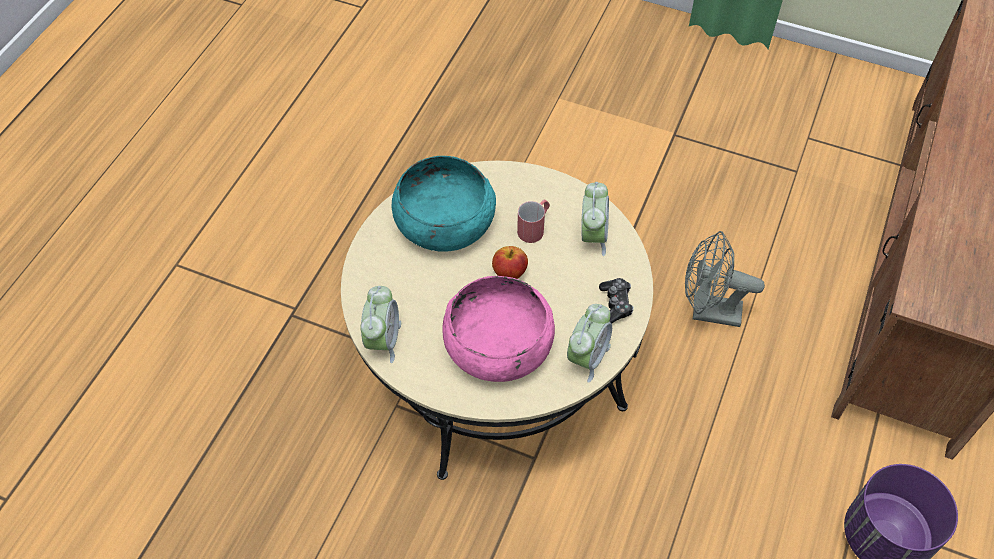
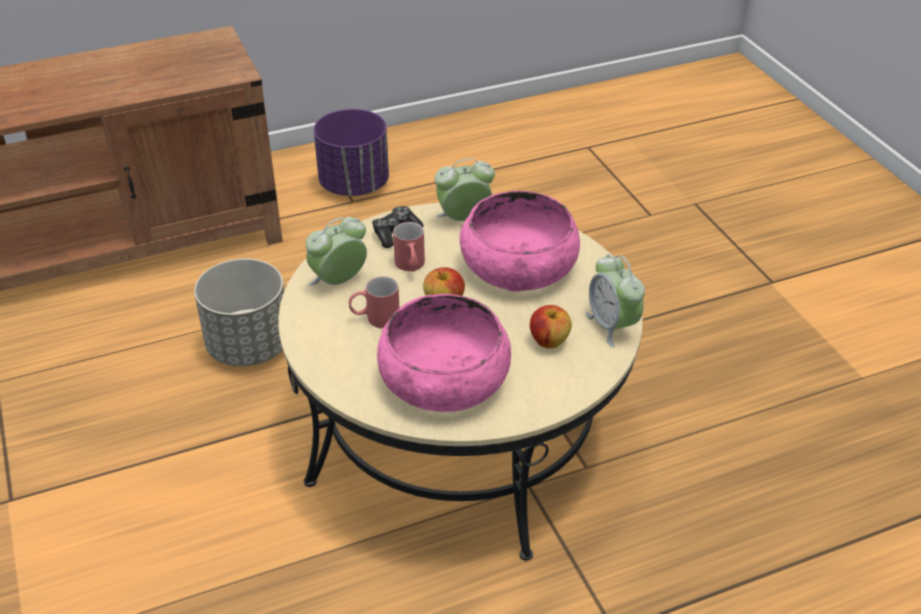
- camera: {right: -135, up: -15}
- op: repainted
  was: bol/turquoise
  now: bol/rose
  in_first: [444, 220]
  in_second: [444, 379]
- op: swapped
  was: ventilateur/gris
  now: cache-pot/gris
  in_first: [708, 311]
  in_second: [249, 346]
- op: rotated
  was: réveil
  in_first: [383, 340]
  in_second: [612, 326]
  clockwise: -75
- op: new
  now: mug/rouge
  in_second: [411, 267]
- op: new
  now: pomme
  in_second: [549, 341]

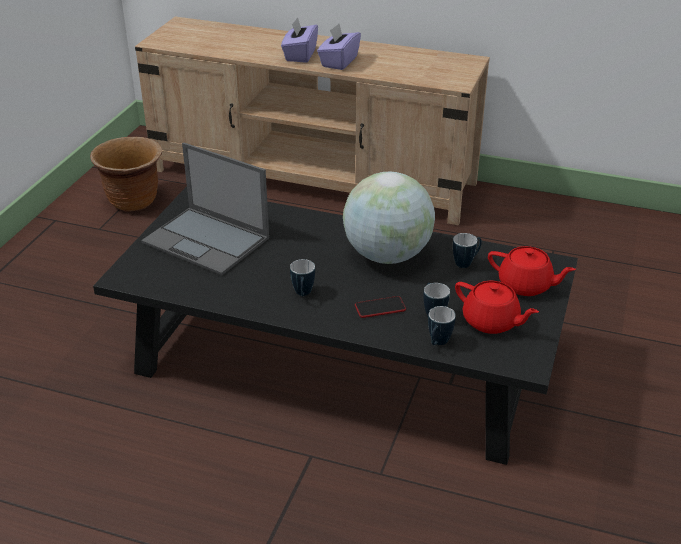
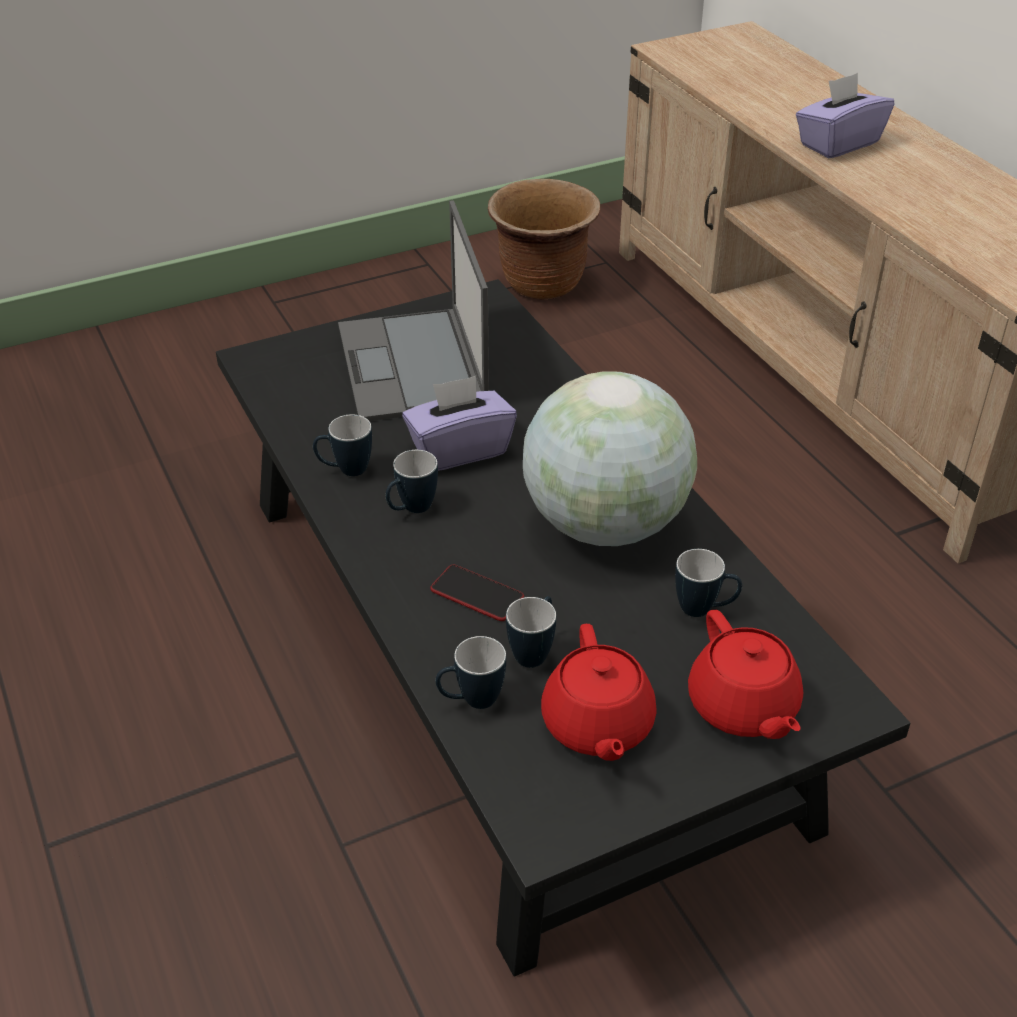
- camera: {right: 45, up: 5}
- op: shifted
  was: boîte à mouchoirs/violet
  in_first: [338, 62]
  in_second: [459, 449]
- op: new
  now: mug
  in_second: [345, 470]

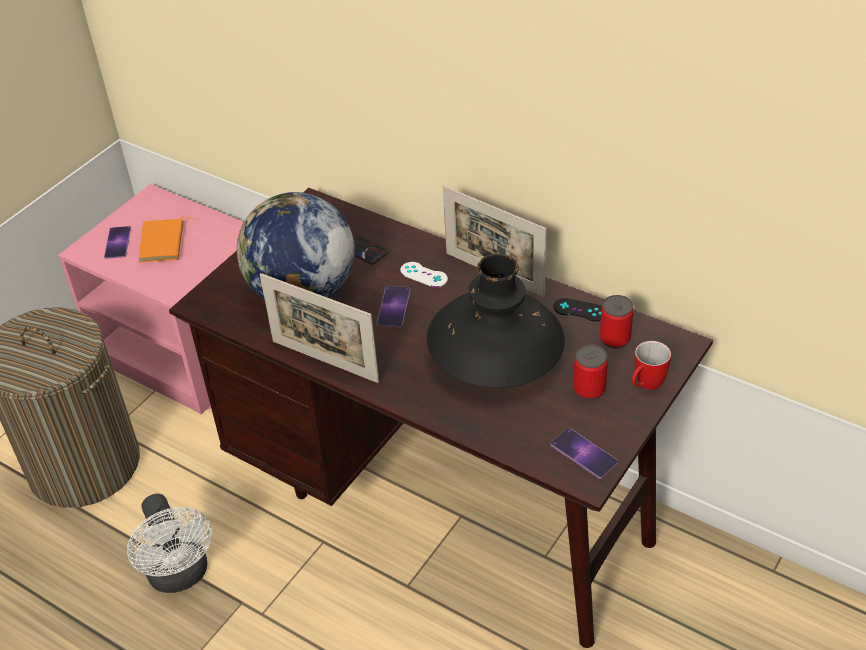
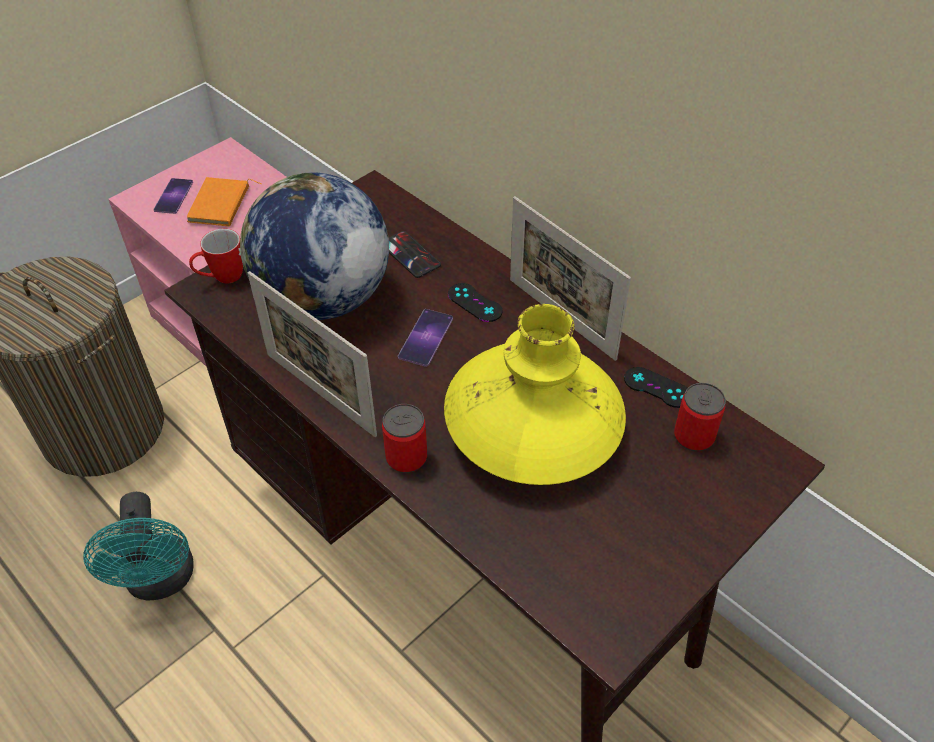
- camera: {right: 10, up: 5}
- op: repainted
  was: vase/noir
  now: vase/jaune
  in_first: [496, 356]
  in_second: [533, 431]
- op: repainted
  was: manette/blanc
  now: manette/noir
  in_first: [424, 275]
  in_second: [474, 303]
- op: shifted
  was: mug
  in_first: [645, 386]
  in_second: [221, 278]
- op: shifted
  was: boîte métallique
  in_first: [589, 389]
  in_second: [406, 458]
- op: gone
  was: téléphone
  in_first: [584, 453]
- op: repainted
  was: ventilateur/blanc
  now: ventilateur/turquoise
  in_first: [181, 576]
  in_second: [160, 581]

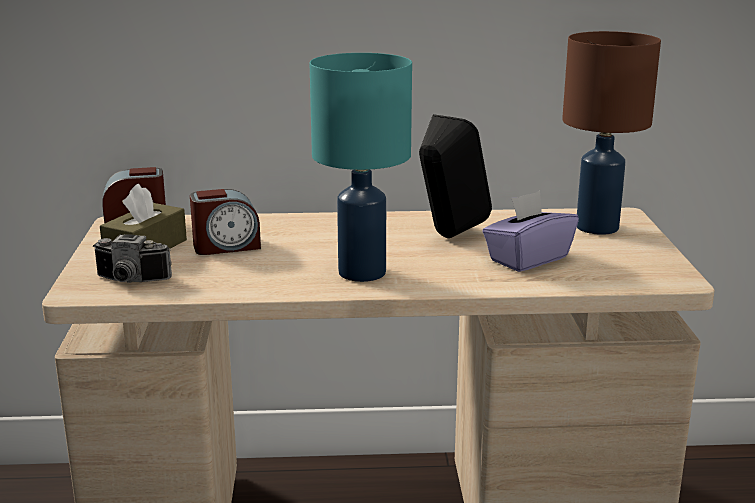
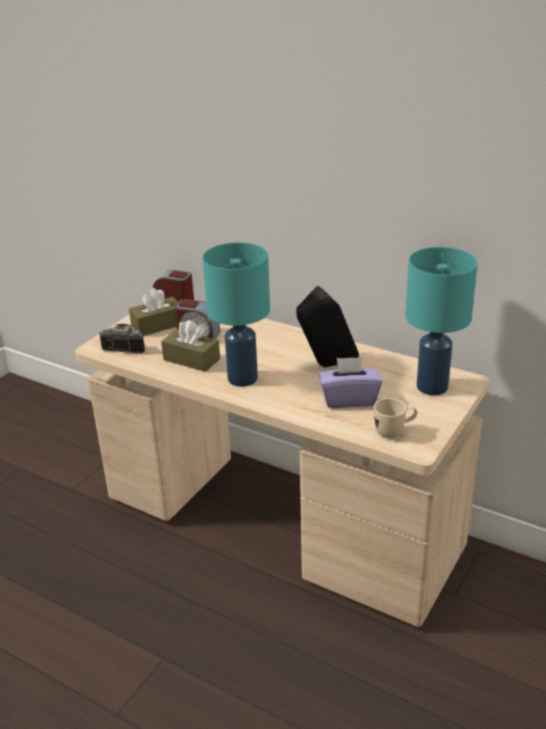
- camera: {right: 35, up: 10}
- op: repainted
  was: lampe de table/marron
  now: lampe de table/turquoise
  in_first: [595, 227]
  in_second: [431, 386]
- op: rotated
  was: appareil photo
  in_first: [130, 281]
  in_second: [126, 347]
  clockwise: 150
- op: new
  now: boîte à mouchoirs/marron
  in_second: [191, 359]
- op: new
  now: mug/beige
  in_second: [394, 432]

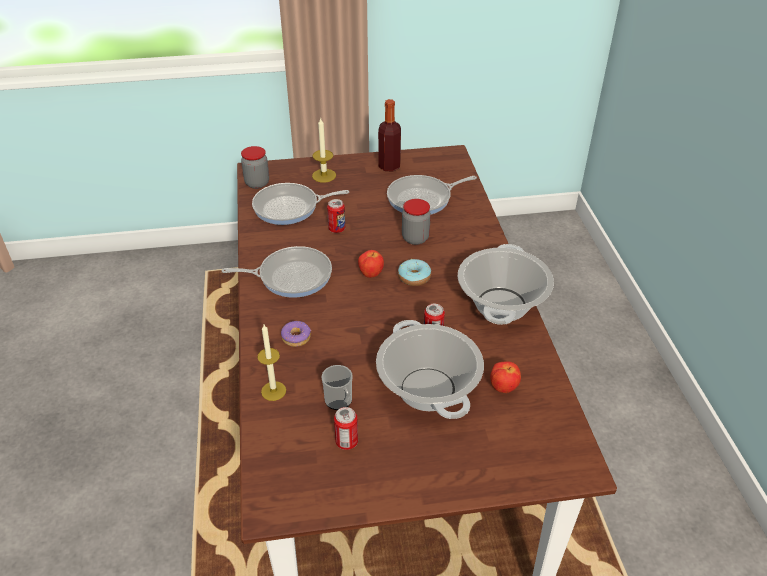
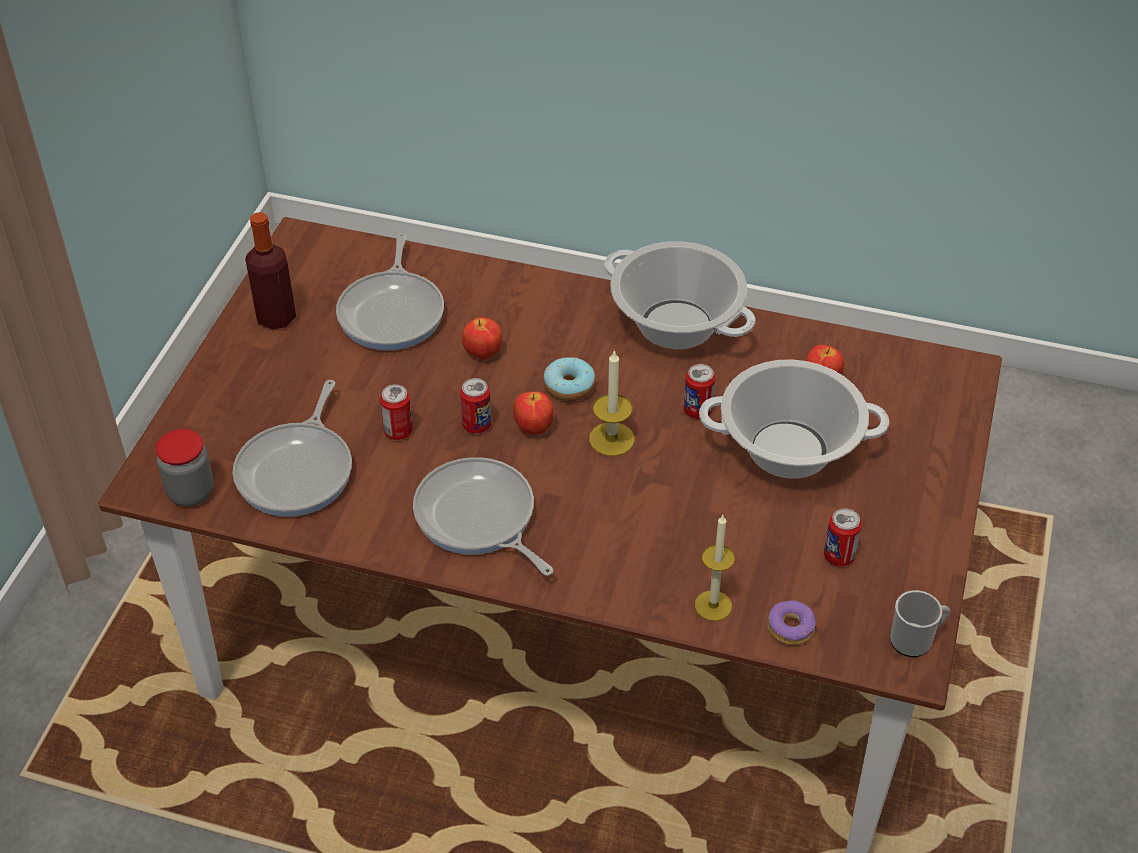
- camera: {right: -65, up: 5}
- op: shifted
  was: bougie
  in_first: [324, 175]
  in_second: [611, 439]
- op: swapped
  was: bocal
  now: pomme
  in_first: [415, 238]
  in_second: [482, 354]
- op: rotated
  was: poêle
  in_first: [291, 276]
  in_second: [478, 518]
  clockwise: -60
- op: shifted
  was: beignet
  in_first: [296, 337]
  in_second: [790, 628]
- op: shifted
  was: mug
  in_first: [340, 402]
  in_second: [915, 640]
- op: new
  now: boîte métallique
  in_second: [477, 425]

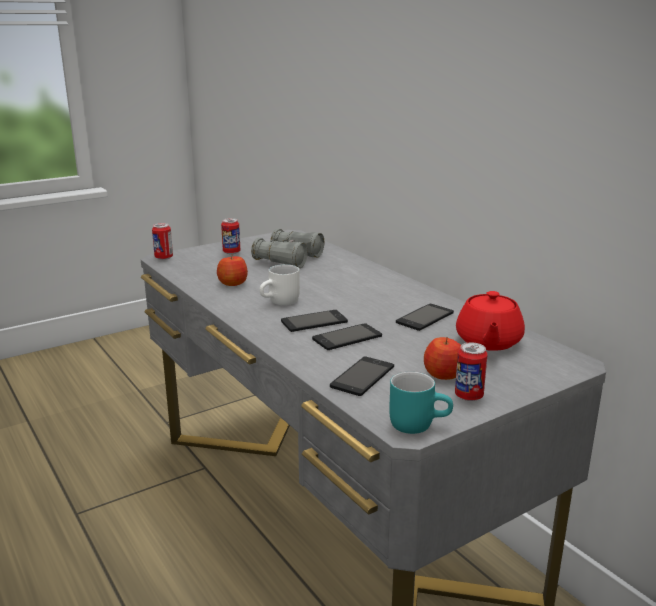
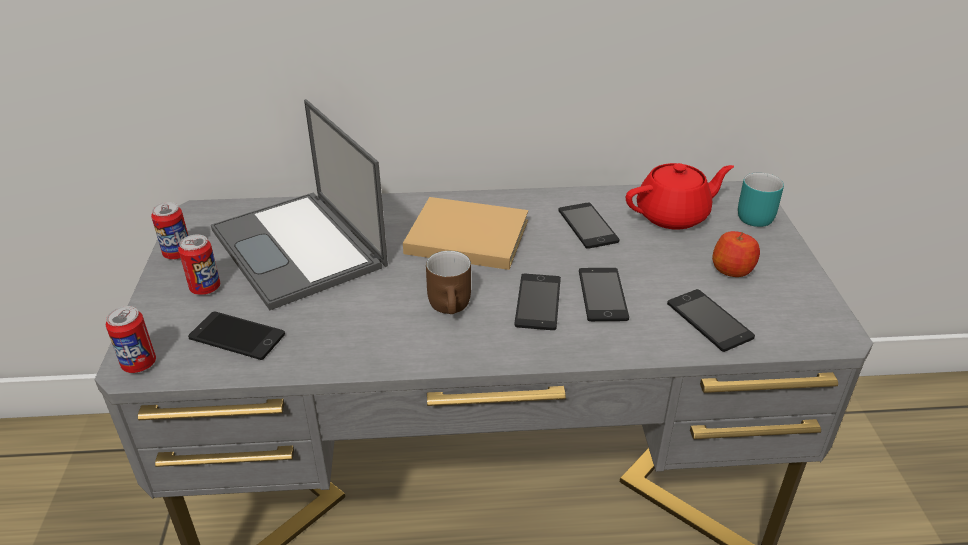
- camera: {right: -60, up: 15}
- op: swapped
  was: jumelles/gris
  now: ordinateur portable
  in_first: [289, 259]
  in_second: [299, 249]
- op: gone
  was: pomme
  in_first: [233, 283]
- op: repainted
  was: mug/blanc
  now: mug/marron
  in_first: [281, 302]
  in_second: [453, 306]
- op: rotated
  was: théière/rouge
  in_first: [488, 342]
  in_second: [673, 215]
  clockwise: -60
- op: shifted
  was: boîte métallique
  in_first: [468, 396]
  in_second: [177, 254]
- op: shifted
  was: mug/turquoise
  in_first: [418, 423]
  in_second: [755, 214]
- op: new
  now: livre/beige
  in_second: [463, 236]
- op: new
  now: téléphone
  in_second: [237, 336]

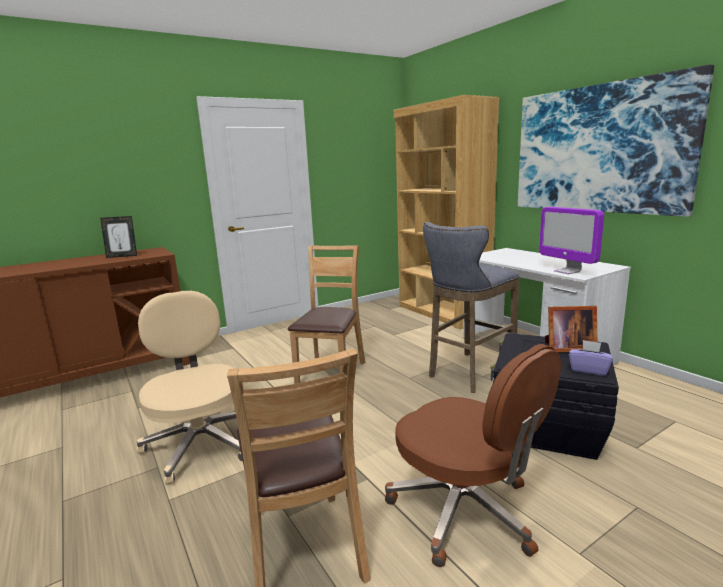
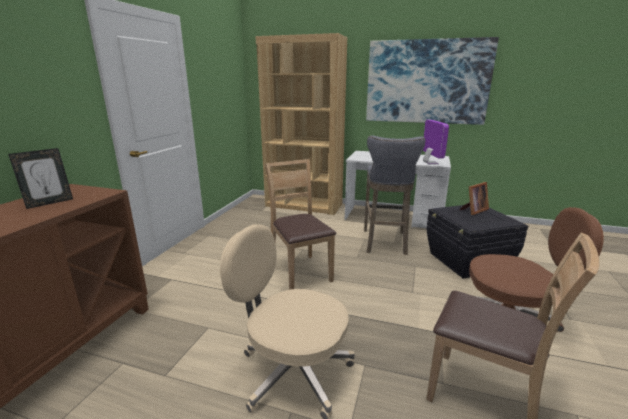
- camera: {right: -40, up: 5}
- op: rotated
  was: écran d'ordinateur
  in_first: [567, 271]
  in_second: [430, 163]
  clockwise: -120
- op: gone
  was: boîte à mouchoirs/violet
  in_first: [589, 370]

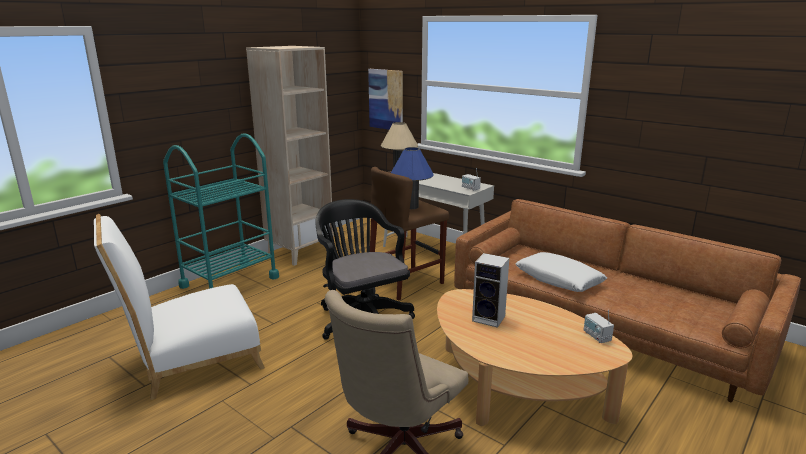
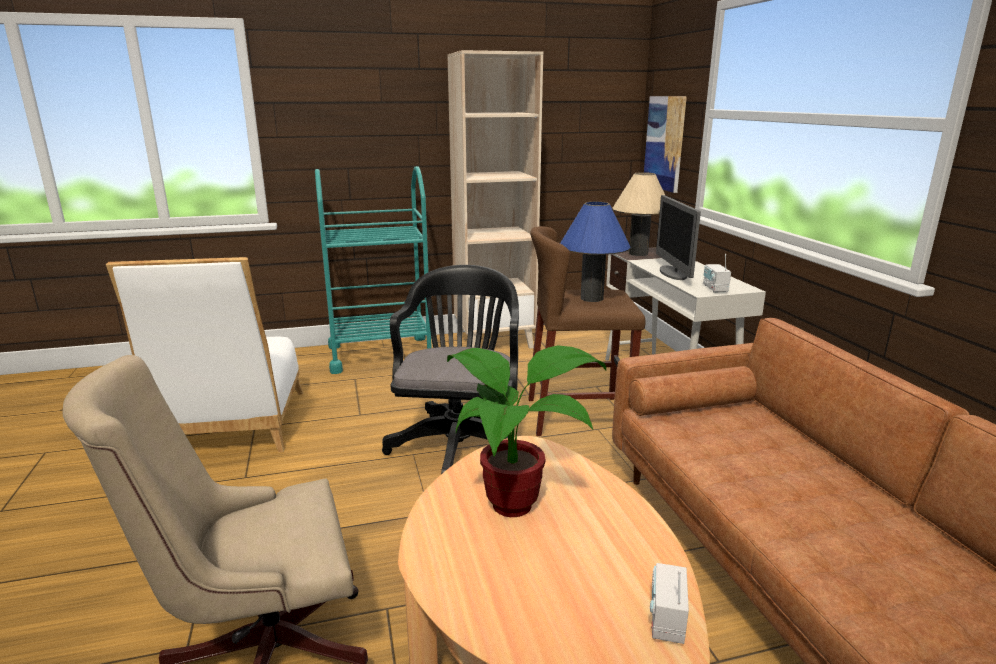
- camera: {right: 35, up: 0}
- op: rotated
  was: chaise/blanc
  in_first: [192, 361]
  in_second: [234, 428]
  clockwise: -105
- op: gone
  was: coussin/blanc
  in_first: [558, 280]
- op: swapped
  was: enceinte
  now: plante en pot
  in_first: [490, 318]
  in_second: [518, 501]
- op: new
  now: écran d'ordinateur
  in_second: [673, 273]

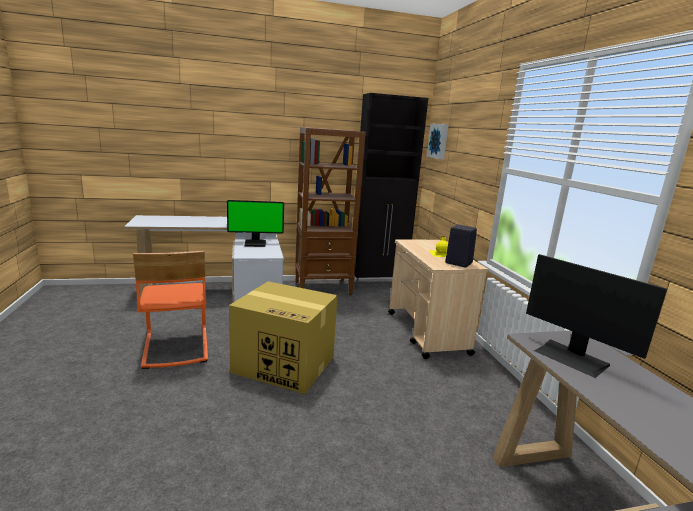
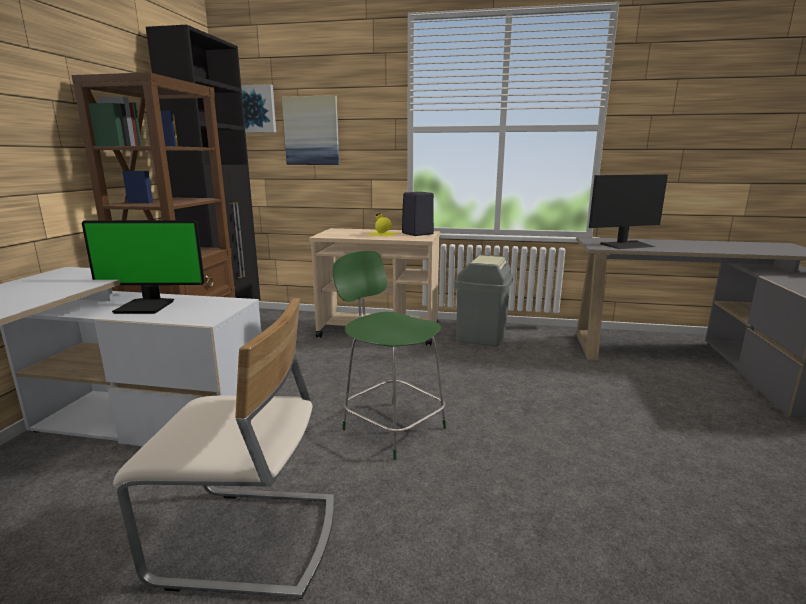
- camera: {right: -65, up: 0}
- op: rotated
  was: écran d'ordinateur
  in_first: [255, 243]
  in_second: [147, 306]
  clockwise: 75
- op: repainted
  was: chaise/orange
  now: chaise/beige
  in_first: [175, 347]
  in_second: [247, 541]
- op: swapped
  was: carton
  now: chaise/vert
  in_first: [285, 364]
  in_second: [391, 427]
- op: new
  now: tableau
  in_second: [311, 131]
- op: new
  now: poubelle/gris
  in_second: [482, 336]

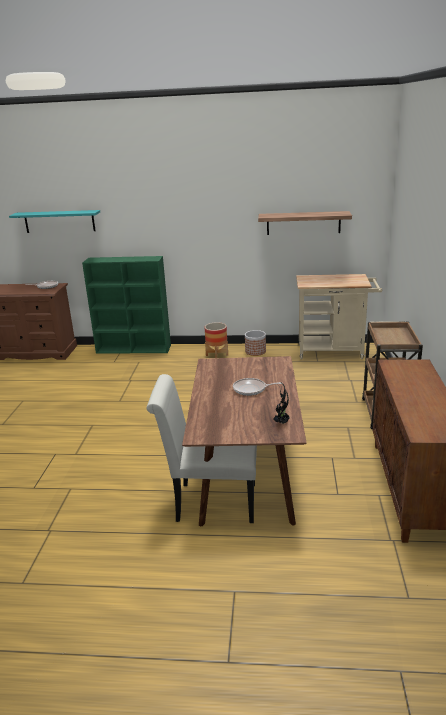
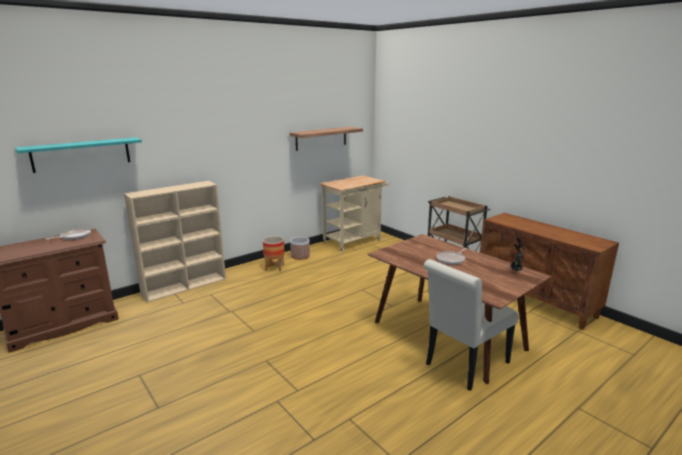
- camera: {right: -45, up: -5}
- op: repainted
  was: bibliothèque/vert
  now: bibliothèque/beige
  in_first: [134, 349]
  in_second: [185, 286]

